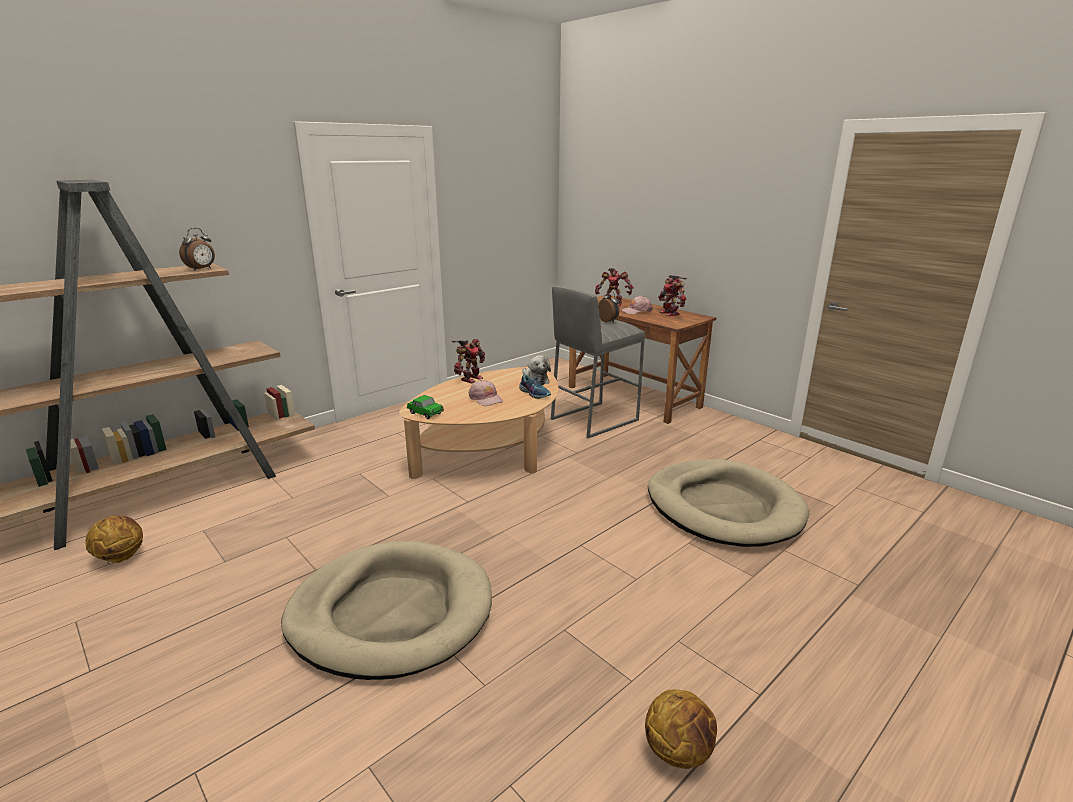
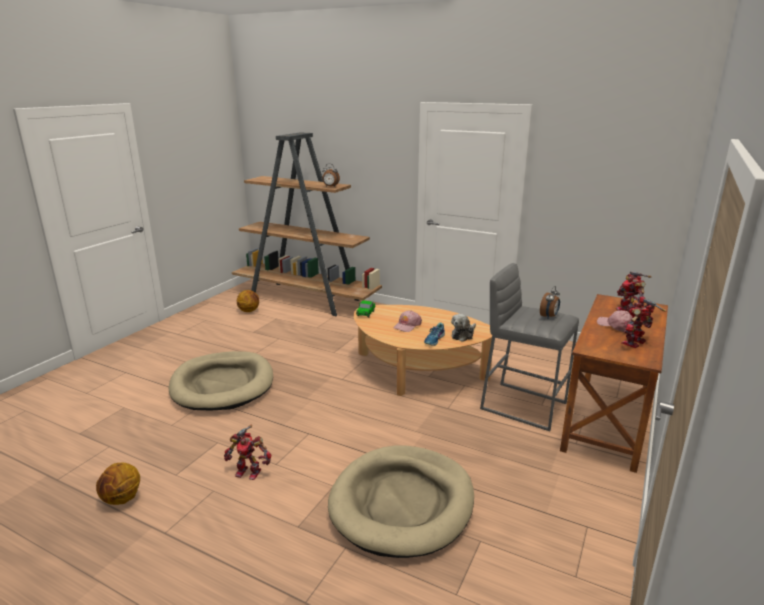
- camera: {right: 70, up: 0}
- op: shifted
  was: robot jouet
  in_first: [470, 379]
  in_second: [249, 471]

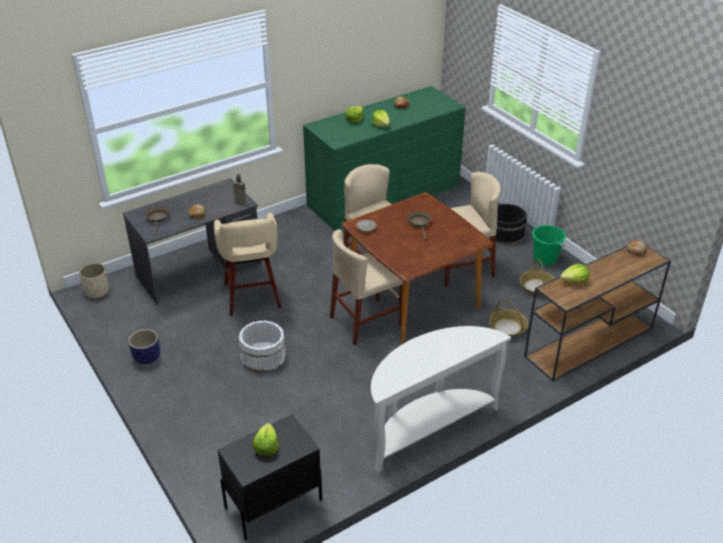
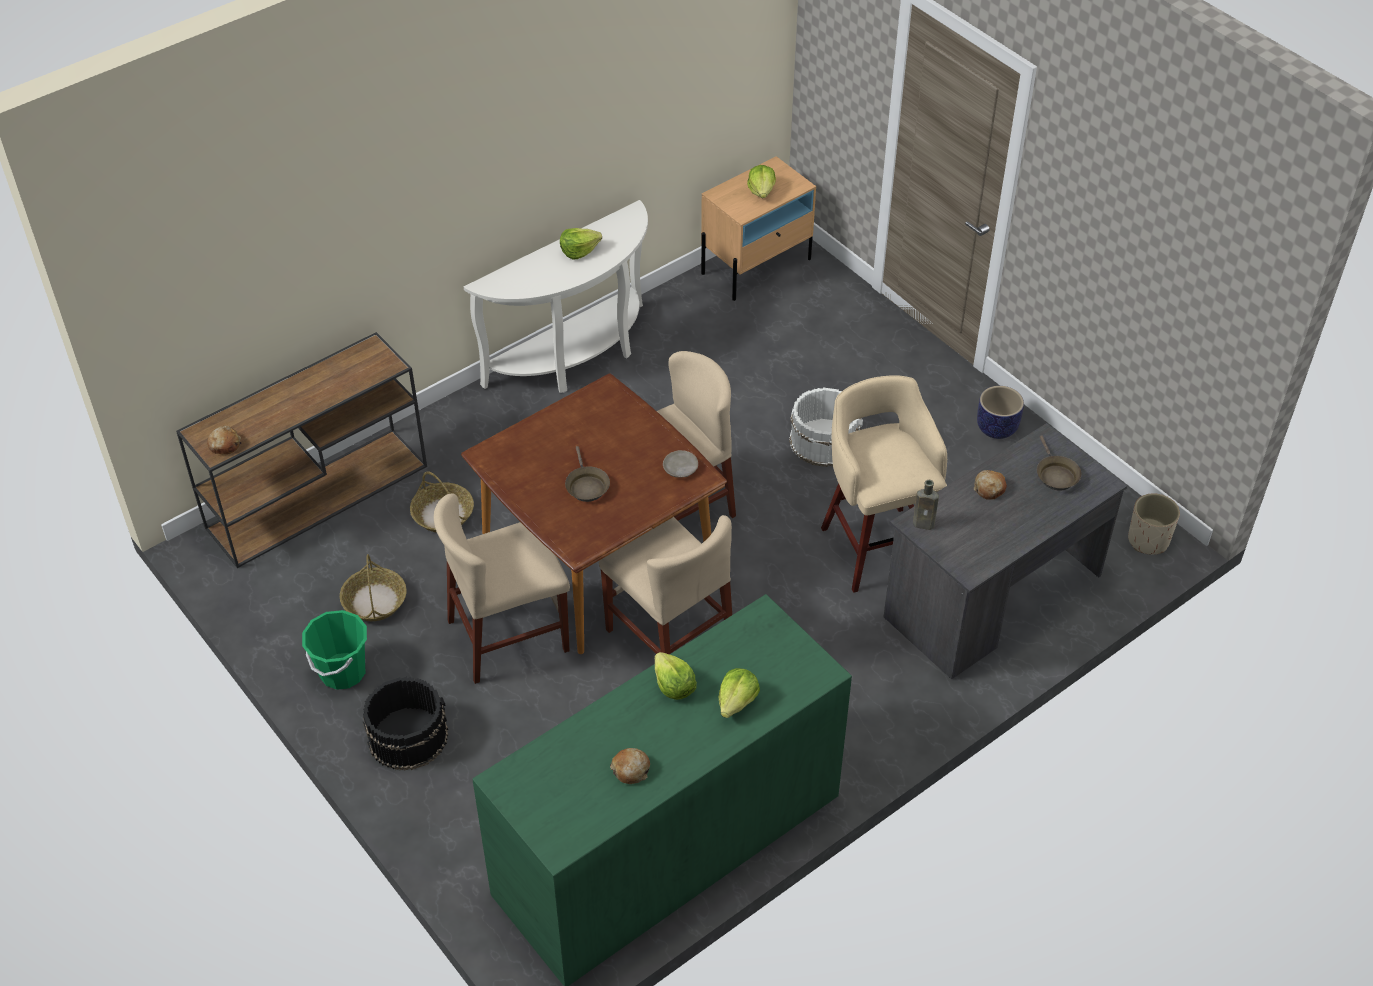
- camera: {right: 175, up: 10}
- op: shifted
  was: laitue
  in_first: [574, 281]
  in_second: [579, 251]
- op: repainted
  was: table de chevet/noir
  now: table de chevet/beige
  in_first: [273, 504]
  in_second: [757, 266]

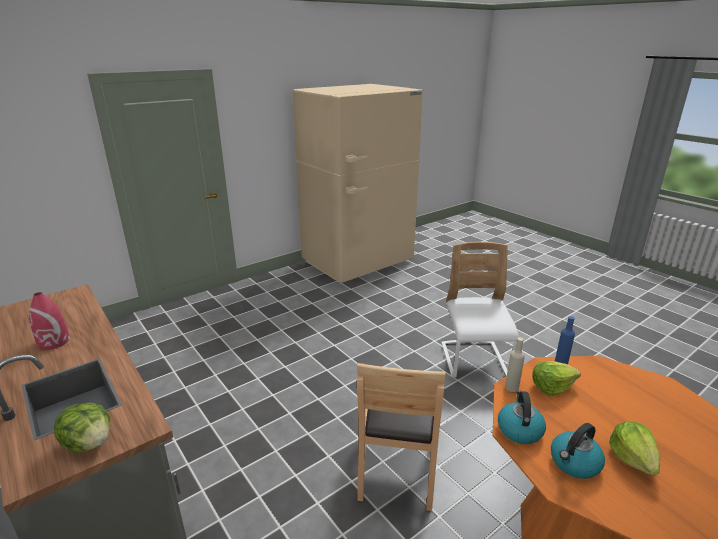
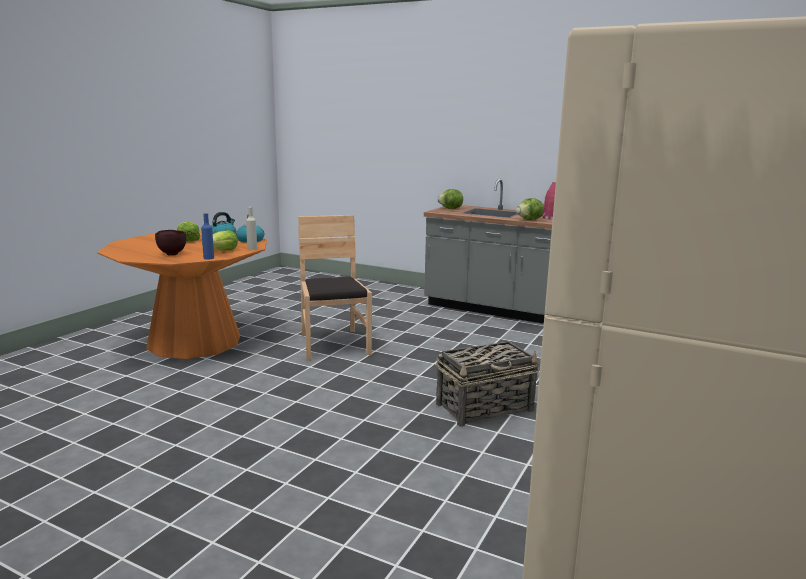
- camera: {right: 155, up: -10}
- op: gone
  was: chaise/blanc
  in_first: [474, 361]
- op: new
  now: laitue
  in_second: [530, 220]
- op: new
  now: bol/marron
  in_second: [171, 254]
- op: new
  now: panier
  in_second: [485, 407]

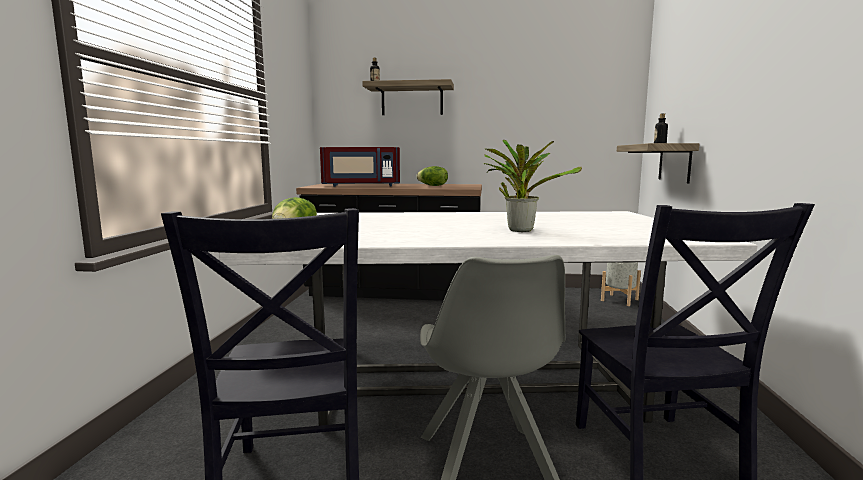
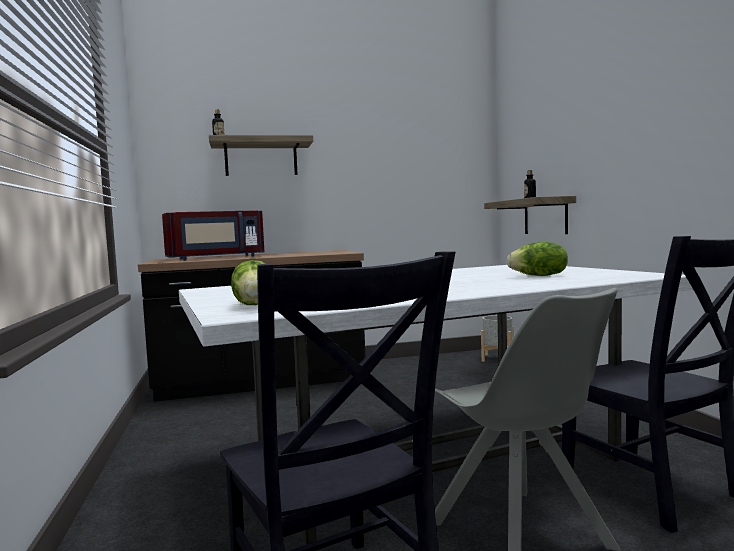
- camera: {right: -20, up: -5}
- op: gone
  was: plante en pot
  in_first: [519, 230]
- op: shifted
  was: laitue
  in_first: [432, 185]
  in_second: [539, 276]

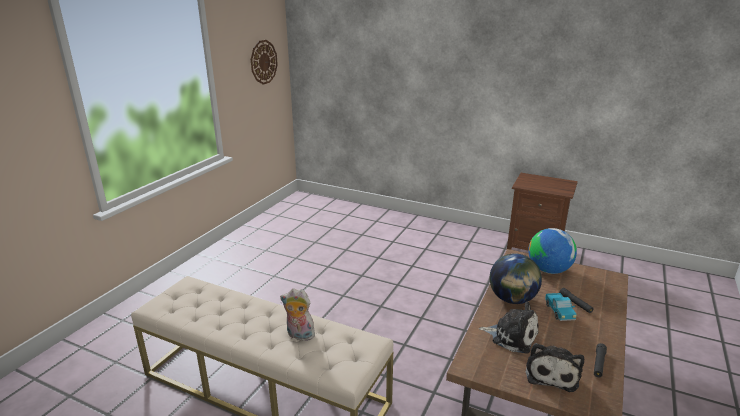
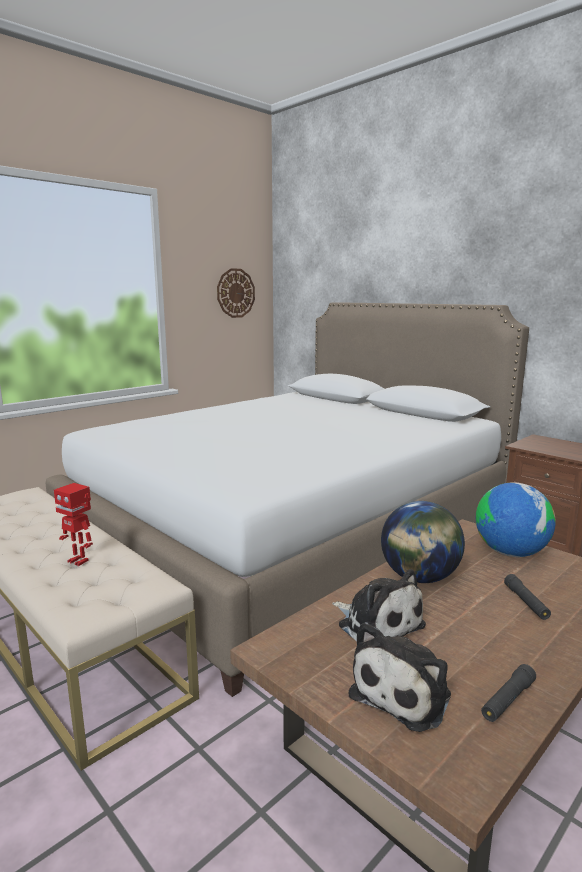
- camera: {right: 20, up: -10}
- op: swapped
  was: peluche
  now: robot jouet
  in_first: [299, 335]
  in_second: [79, 561]
- op: gone
  was: camion jouet
  in_first: [559, 312]
- op: new
  now: lit/blanc
  in_second: [294, 537]

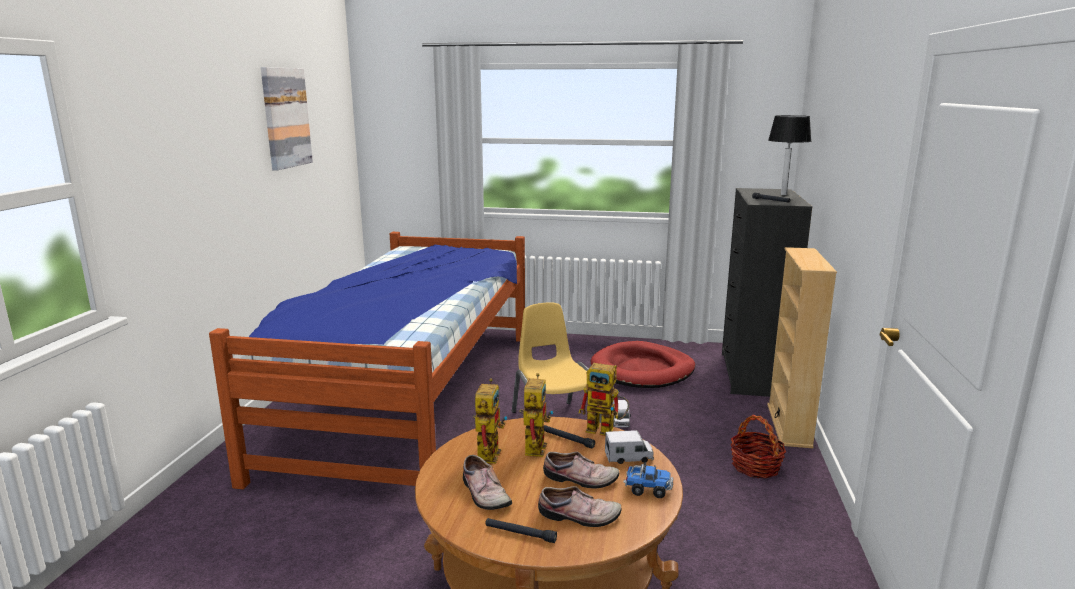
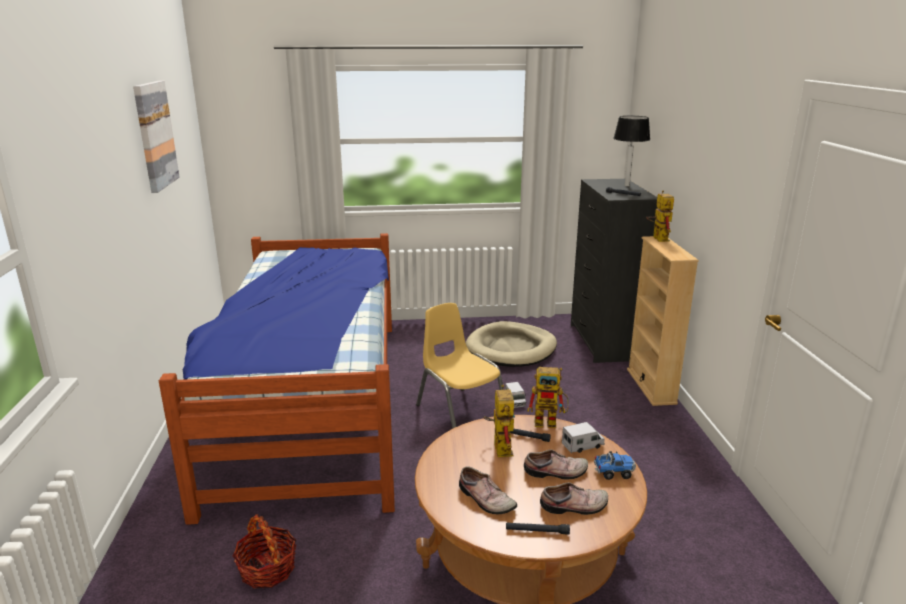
- camera: {right: -15, up: 5}
- op: repainted
  was: panier pour chien/rouge
  now: panier pour chien/beige
  in_first: [642, 370]
  in_second: [511, 348]
- op: shifted
  was: robot jouet
  in_first: [488, 452]
  in_second: [657, 238]
- op: shifted
  was: panier
  in_first: [755, 466]
  in_second: [267, 569]

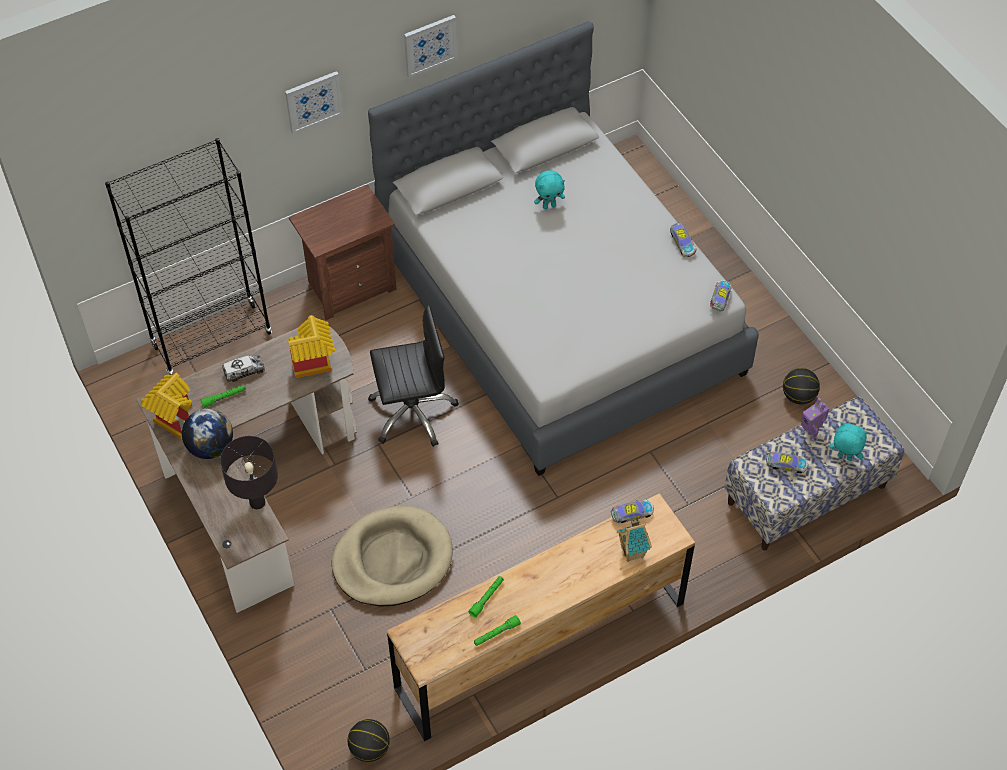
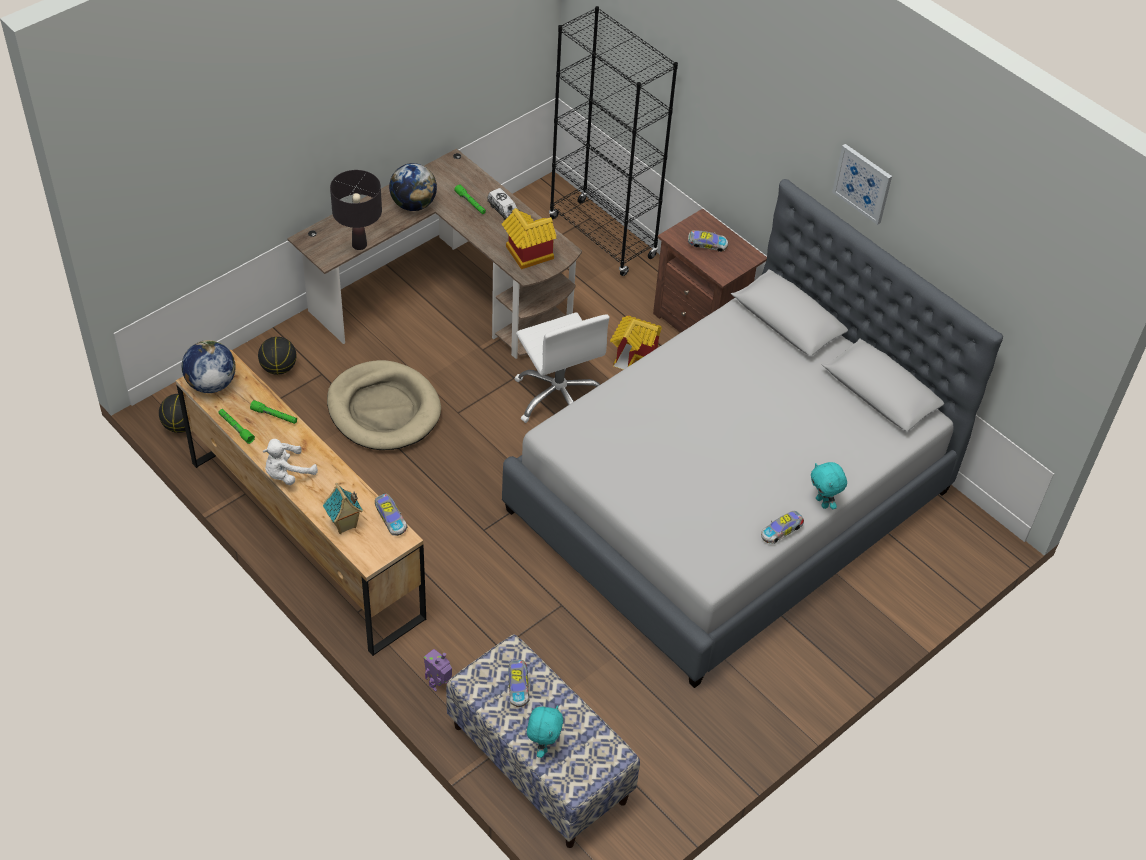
- camera: {right: 75, up: -5}
- op: gone
  was: tableau
  in_first: [313, 101]
- op: shifted
  was: peluche/turquoise
  in_first: [549, 206]
  in_second: [823, 502]
- op: shifted
  was: petite voiture
  in_first: [720, 300]
  in_second: [706, 245]
- op: repainted
  was: chaise de bureau/noir
  now: chaise de bureau/blanc
  in_first: [412, 412]
  in_second: [559, 397]
- op: shifted
  was: ballon de basket
  in_first: [798, 396]
  in_second: [279, 368]
- op: shifted
  was: maison miniature
  in_first: [173, 418]
  in_second: [634, 355]
- op: shifted
  was: robot jouet
  in_first: [810, 432]
  in_second: [438, 684]
- op: new
  now: globe
  in_second: [211, 384]
- op: new
  now: peluche/blanc
  in_second: [287, 474]

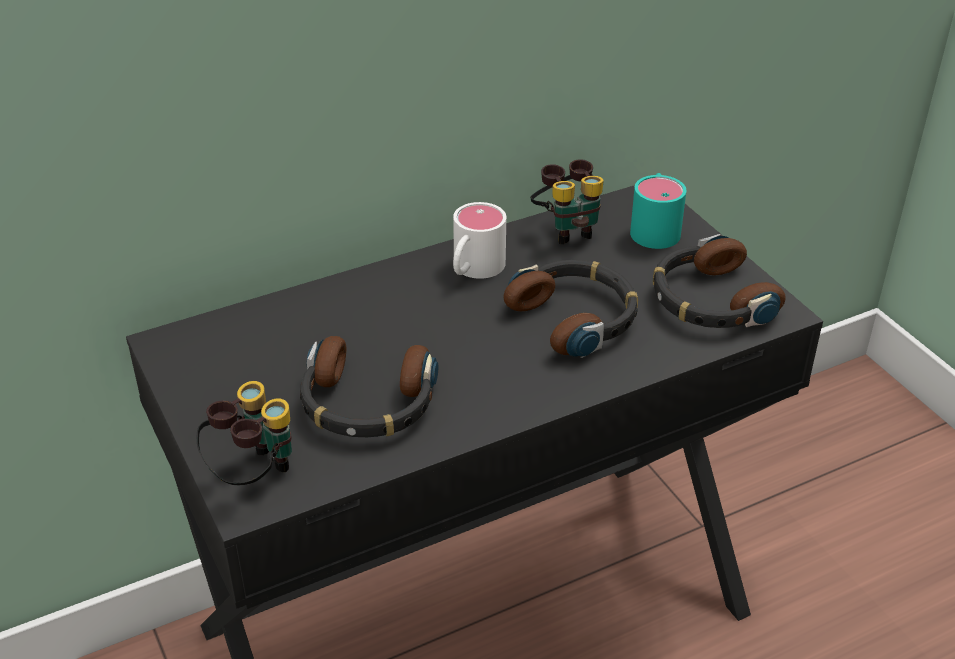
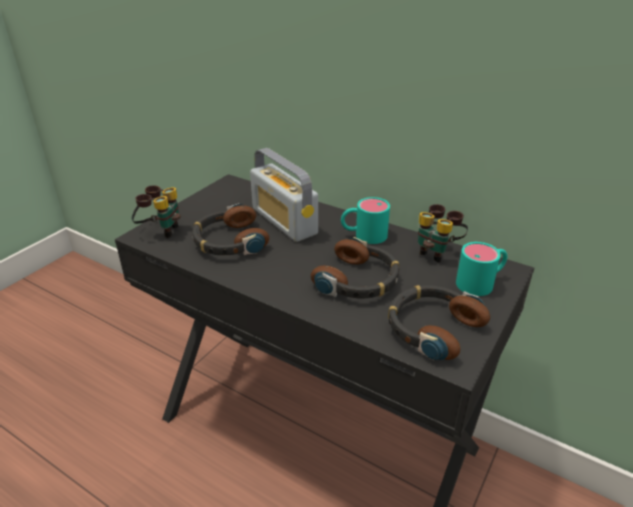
- camera: {right: 60, up: -5}
- op: repainted
  was: mug/blanc
  now: mug/turquoise
  in_first: [473, 269]
  in_second: [363, 235]
- op: new
  now: radio
  in_second: [284, 221]

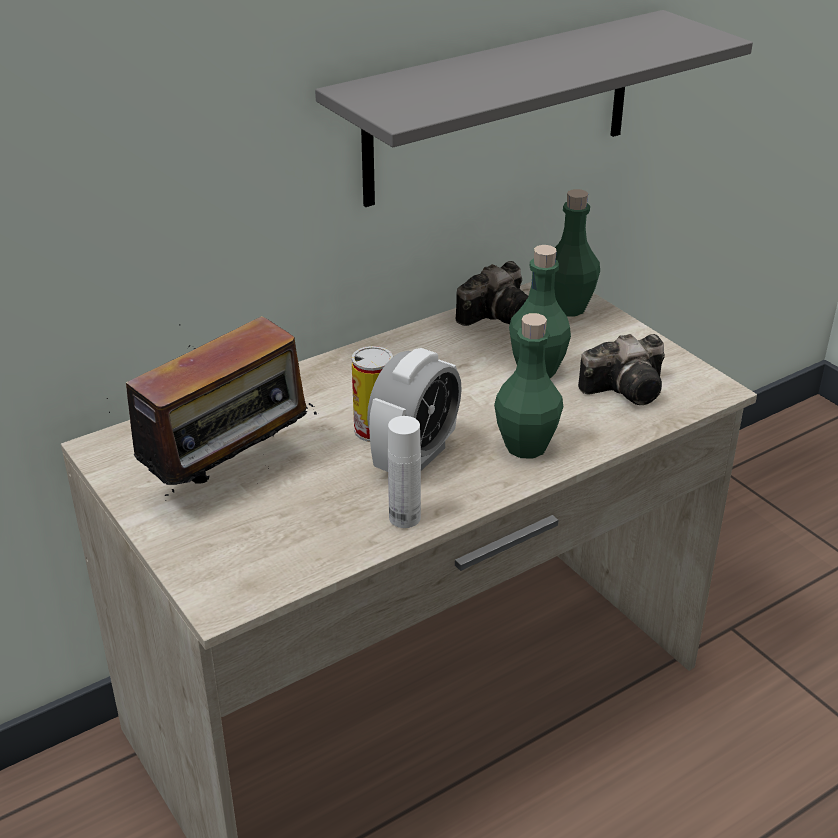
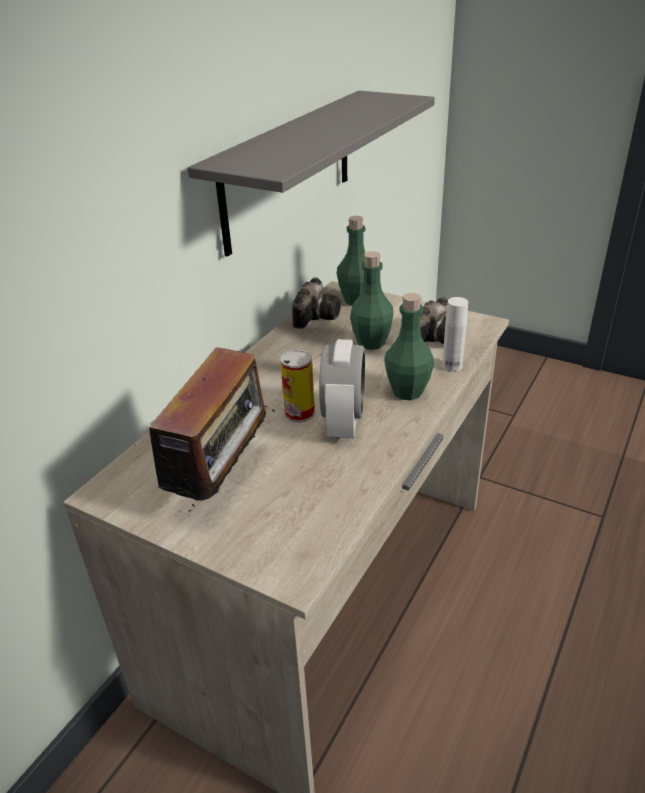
- camera: {right: -25, up: 0}
- op: shifted
  was: bouteille/blanc
  in_first: [404, 518]
  in_second: [452, 366]

